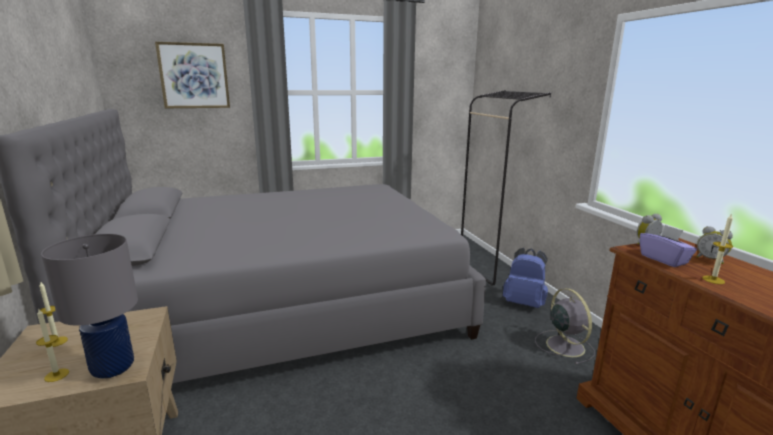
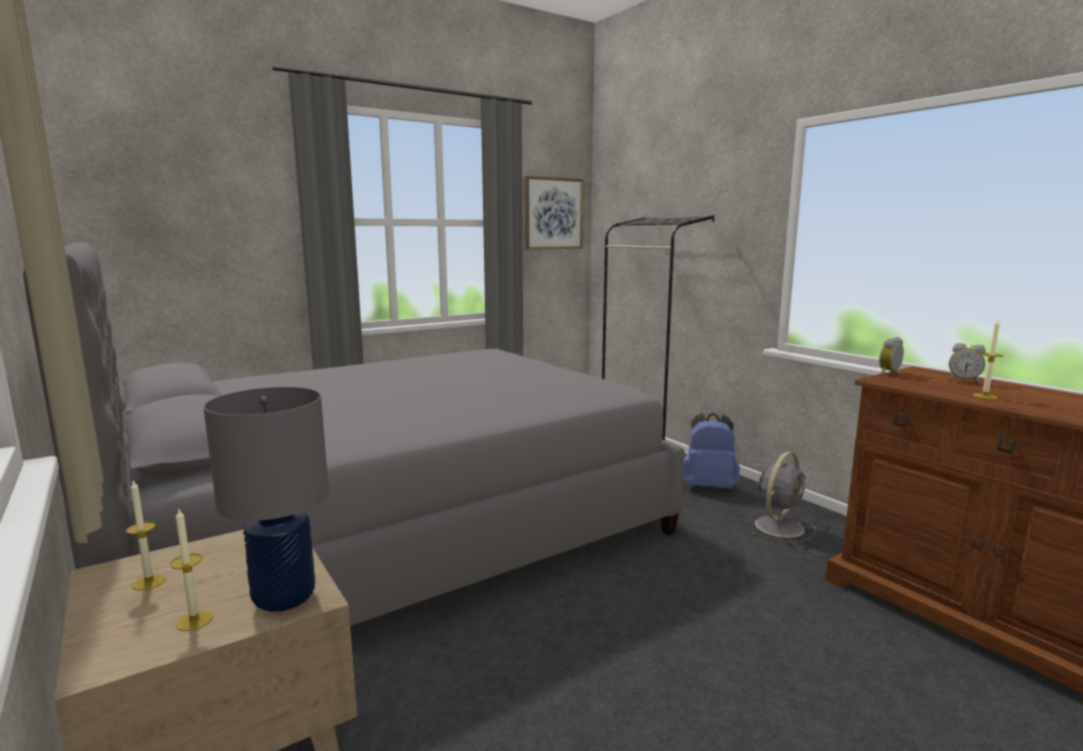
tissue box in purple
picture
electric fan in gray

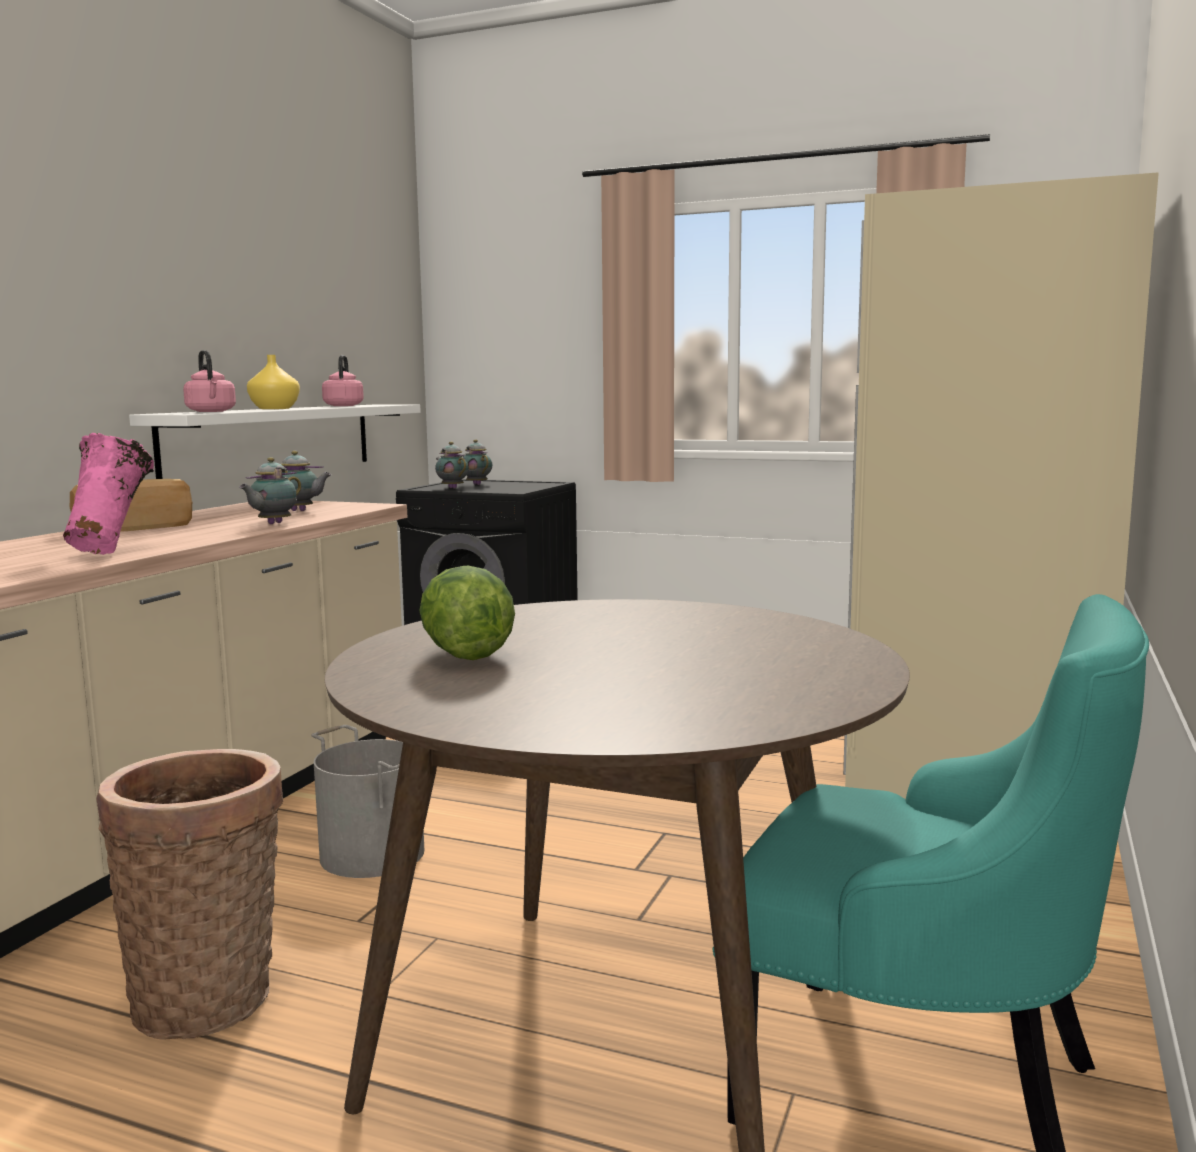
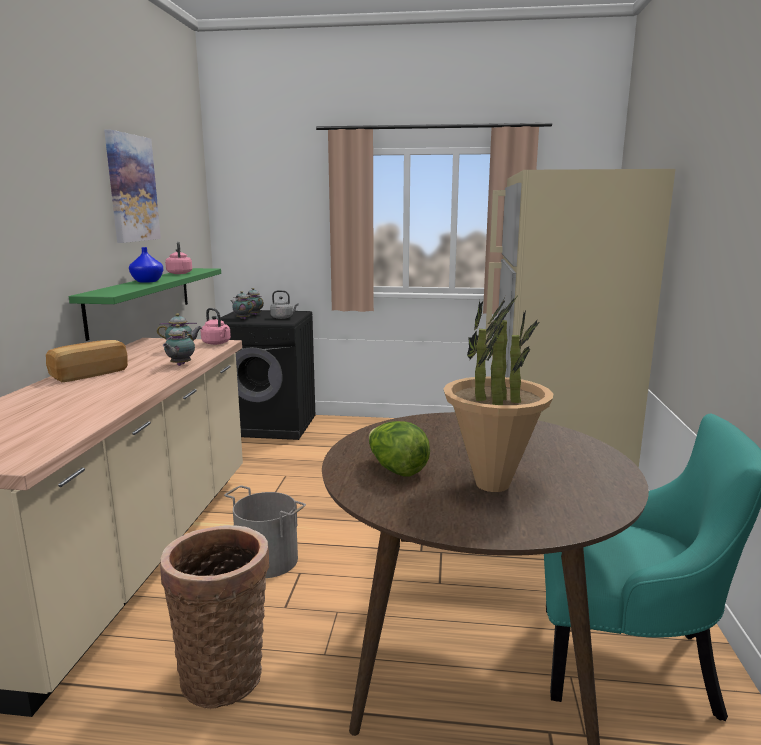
flower vase in pinkish
picture
water kettle in gray
houseplant
water kettle in pinkish (2nd from left)
shelf in green
flower vase in blue

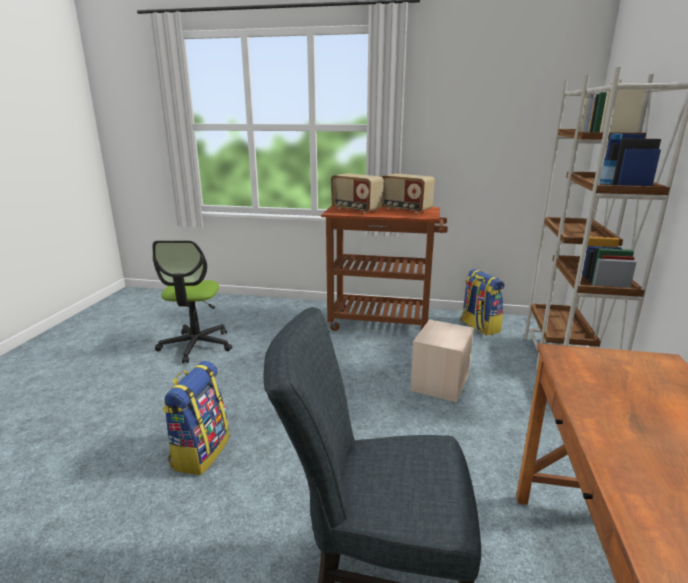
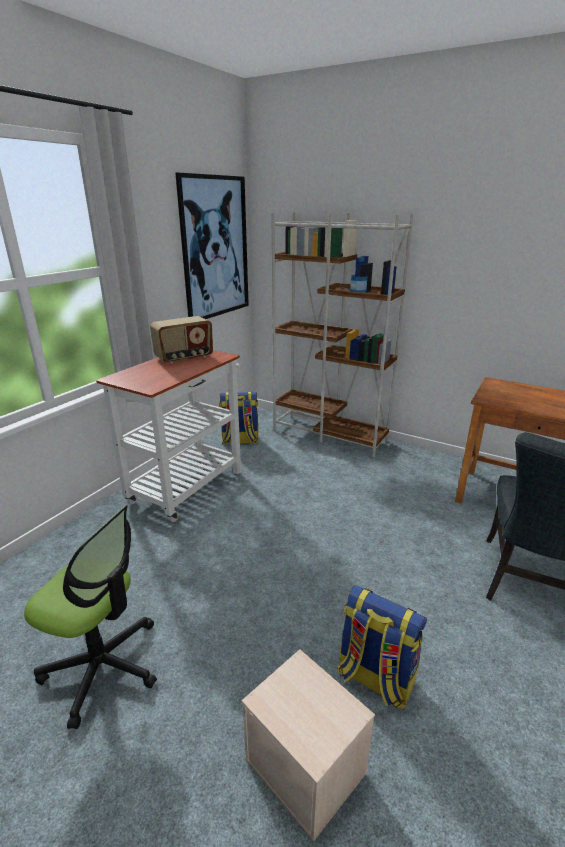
radio receiver (1st from left in the first image)
picture
storage bin in beige
trolley in white-coloured

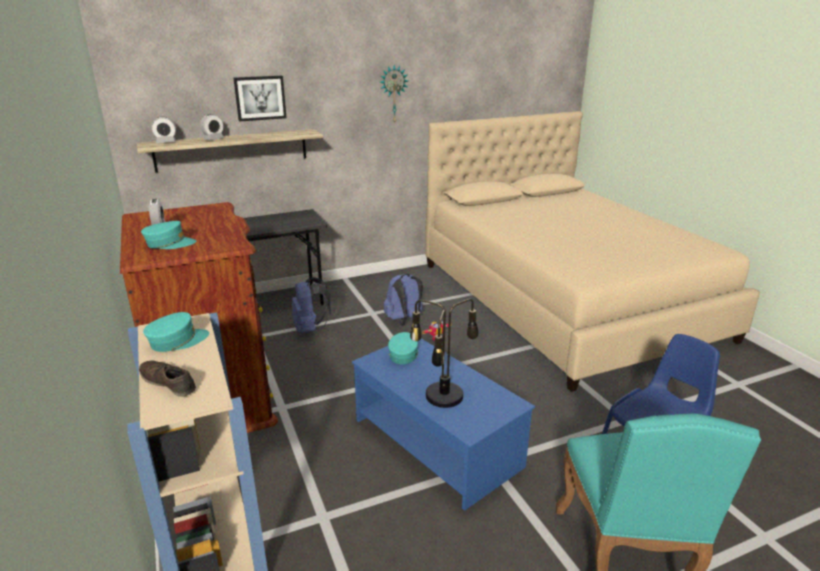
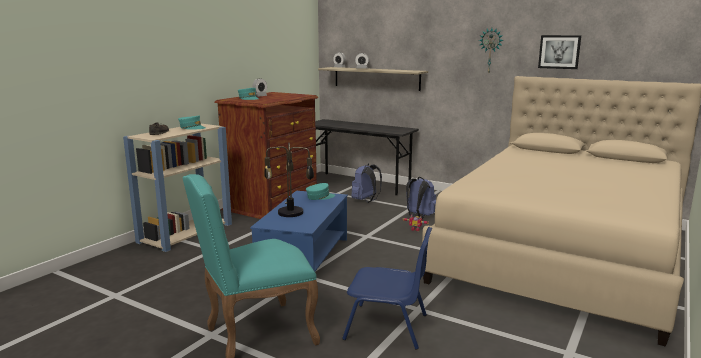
picture

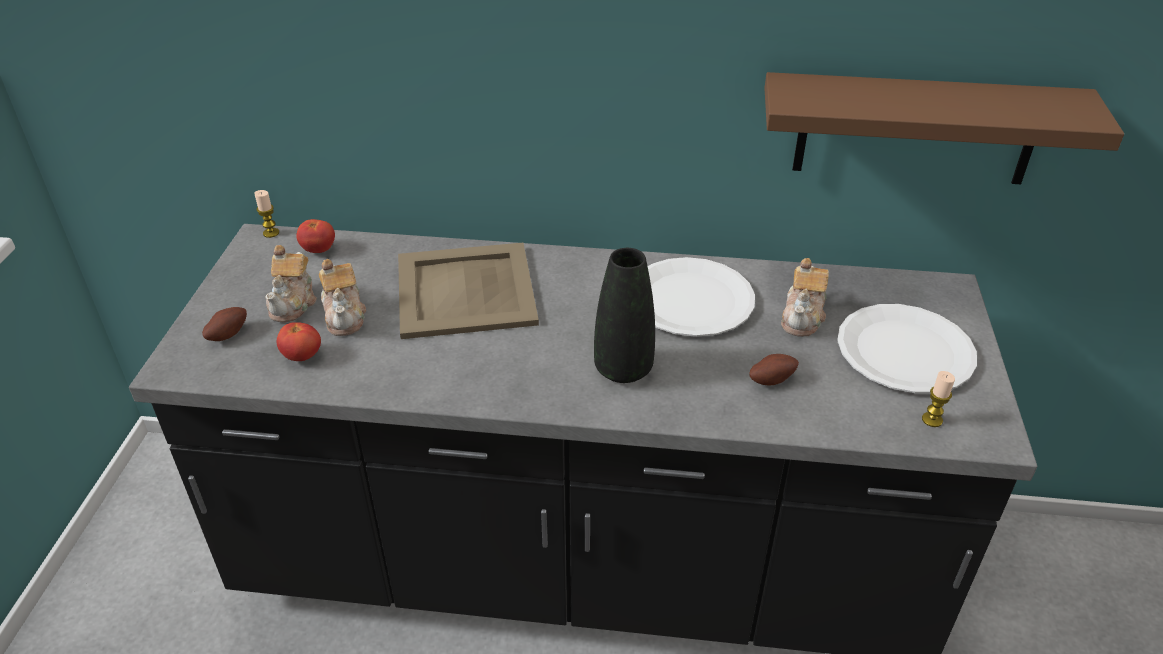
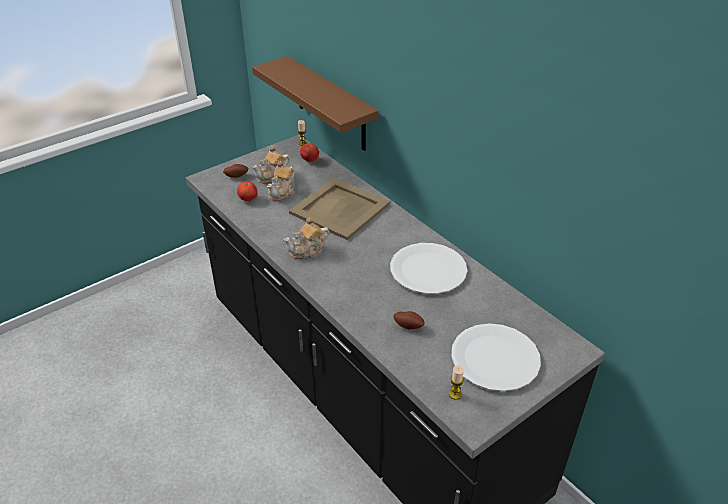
flower vase in black
shelf in brownish
teapot (3rd from left)

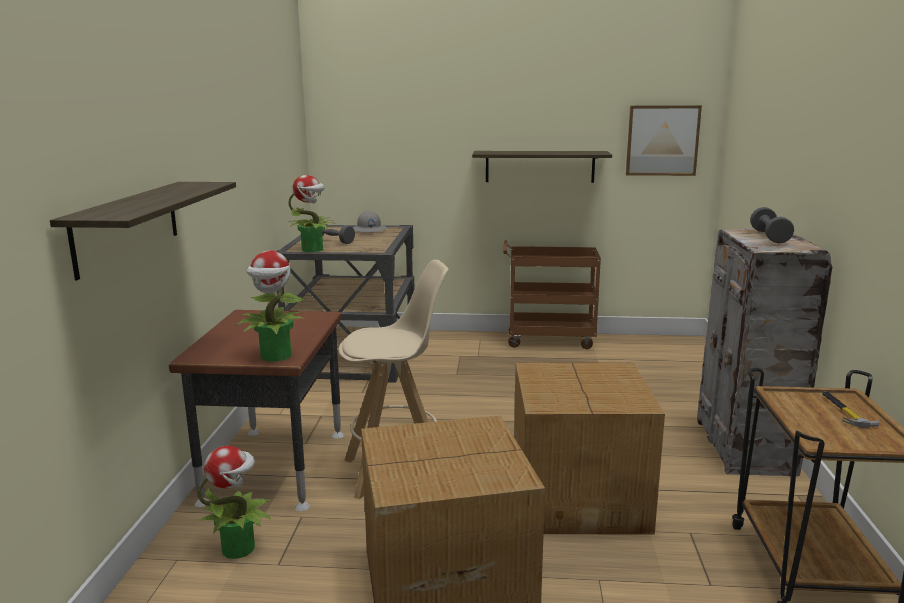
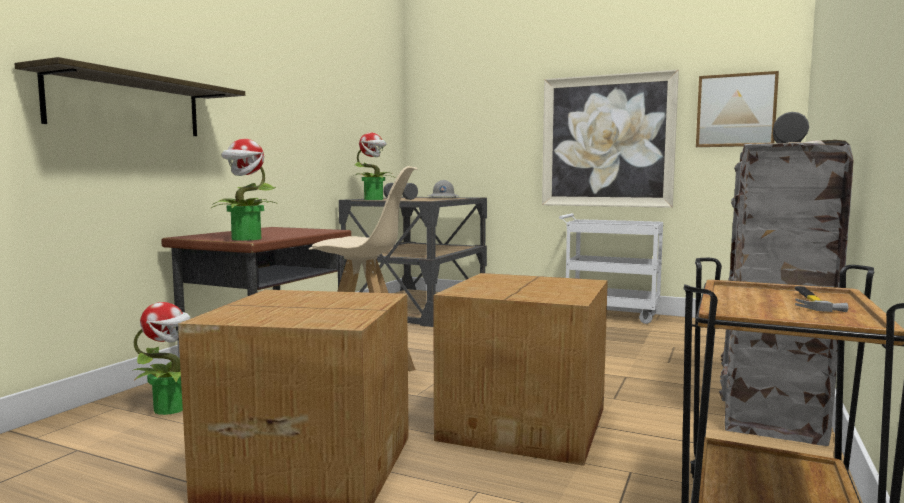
picture (1st from left)
trolley in white-coloured

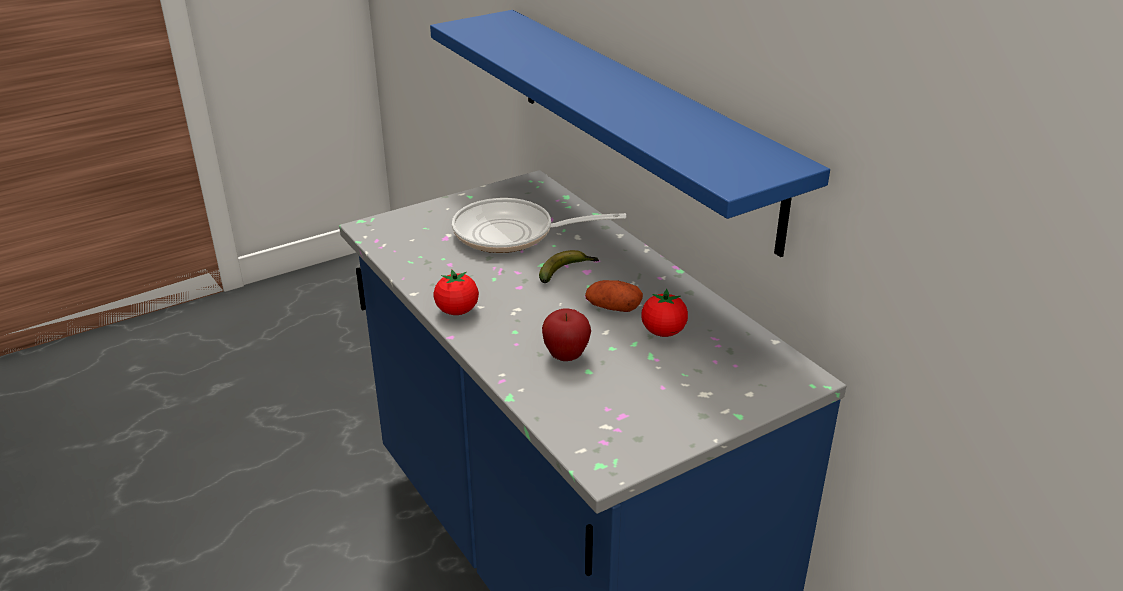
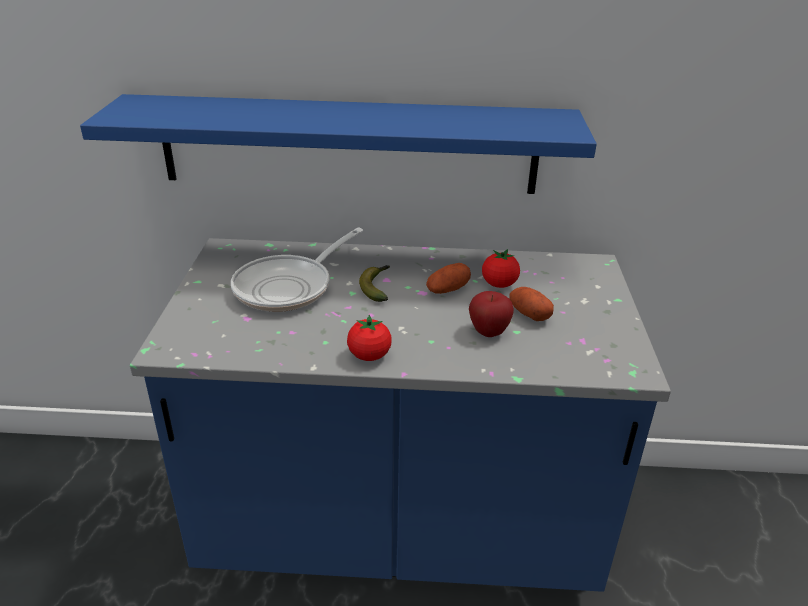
spud (2nd from left)

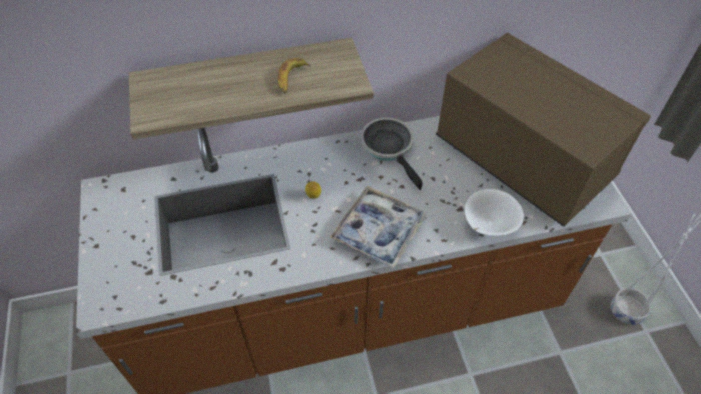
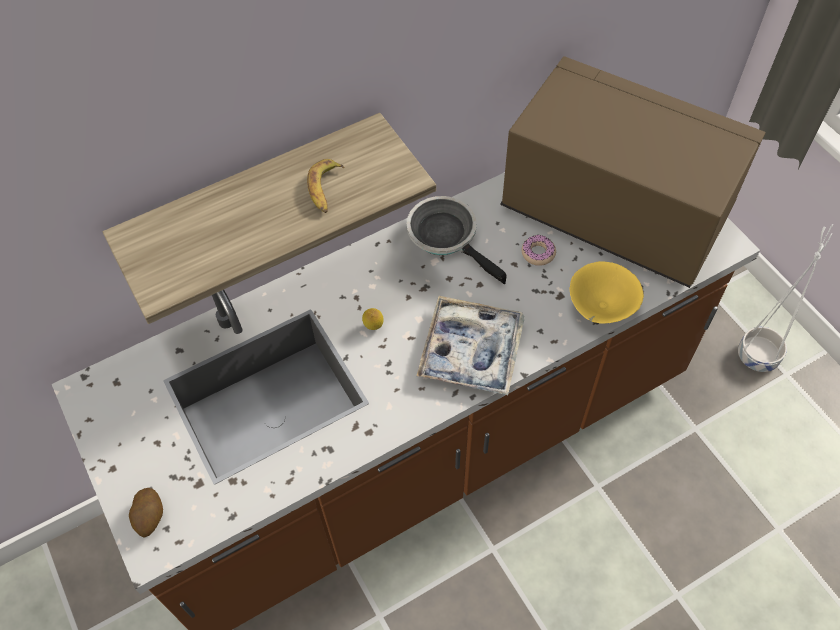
spud
doughnut
bowl in yellow-coloured

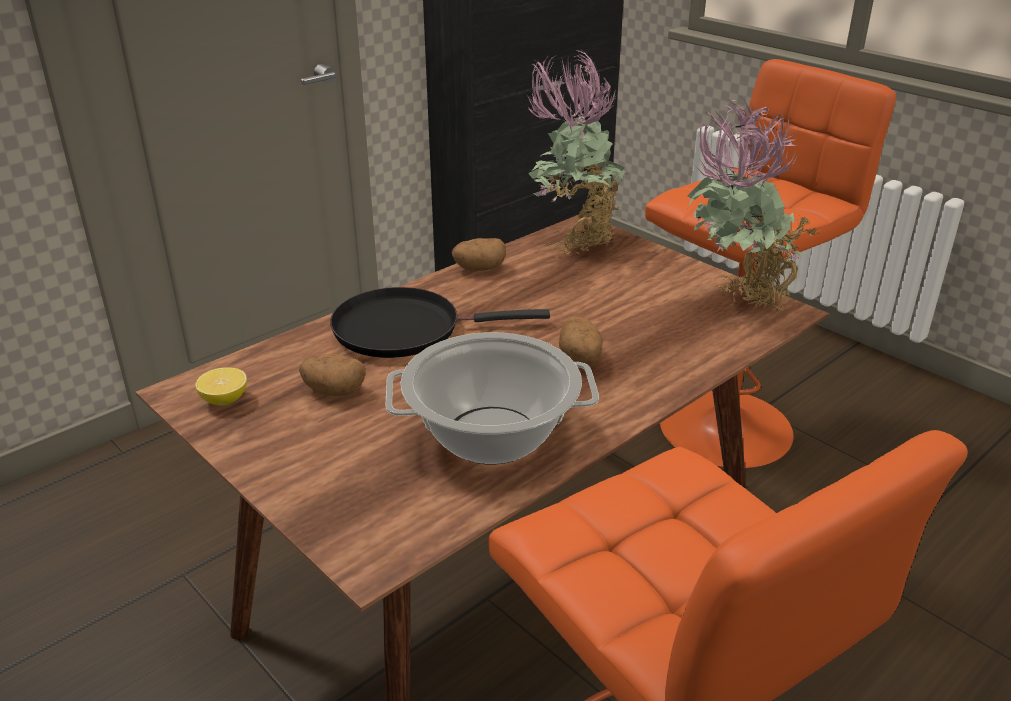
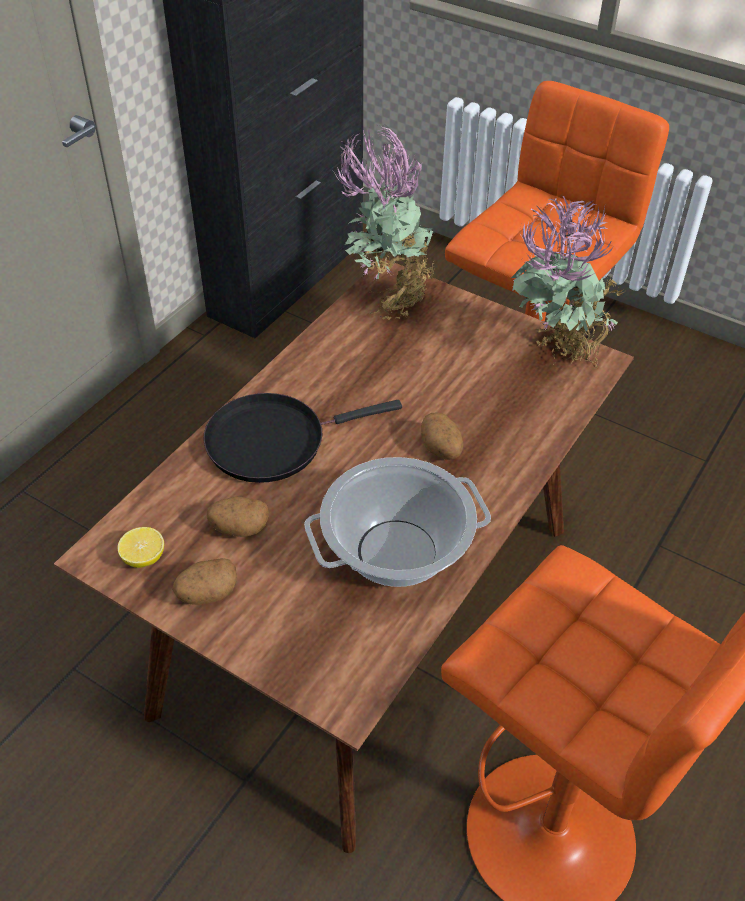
spud (1st from left)

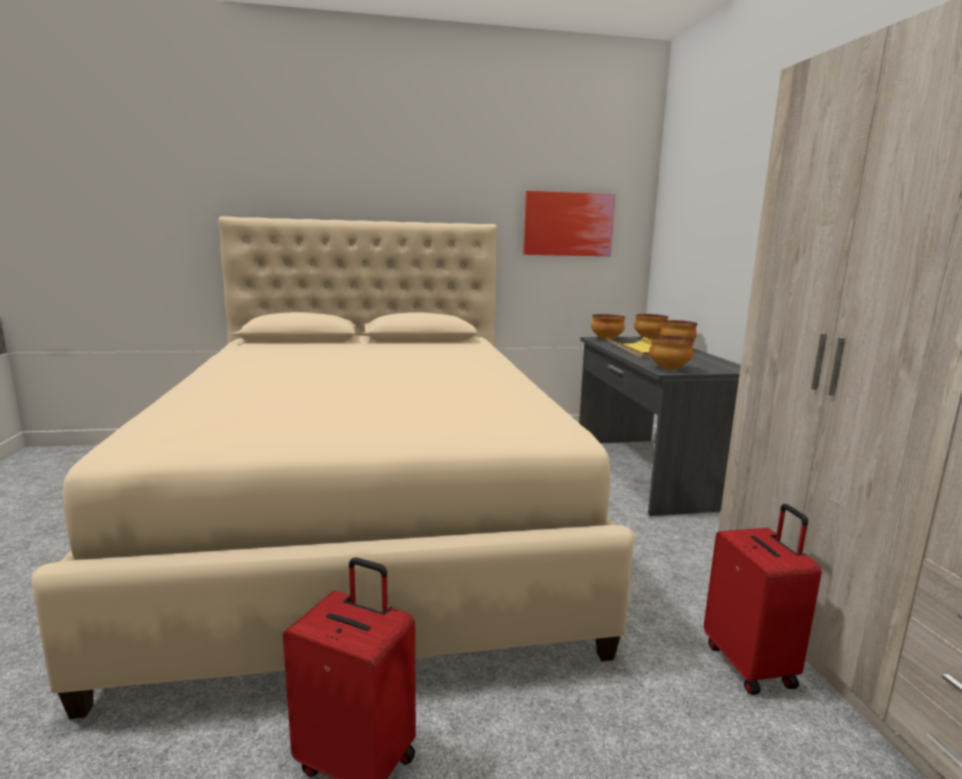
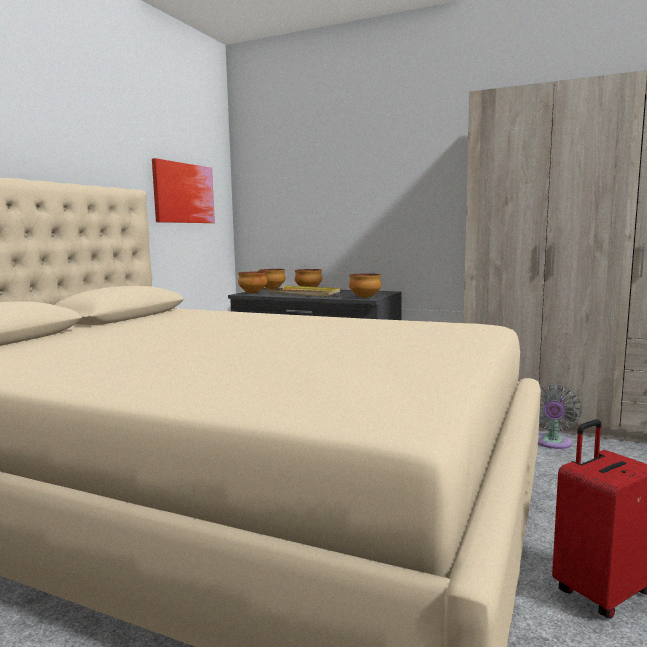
electric fan in gray

